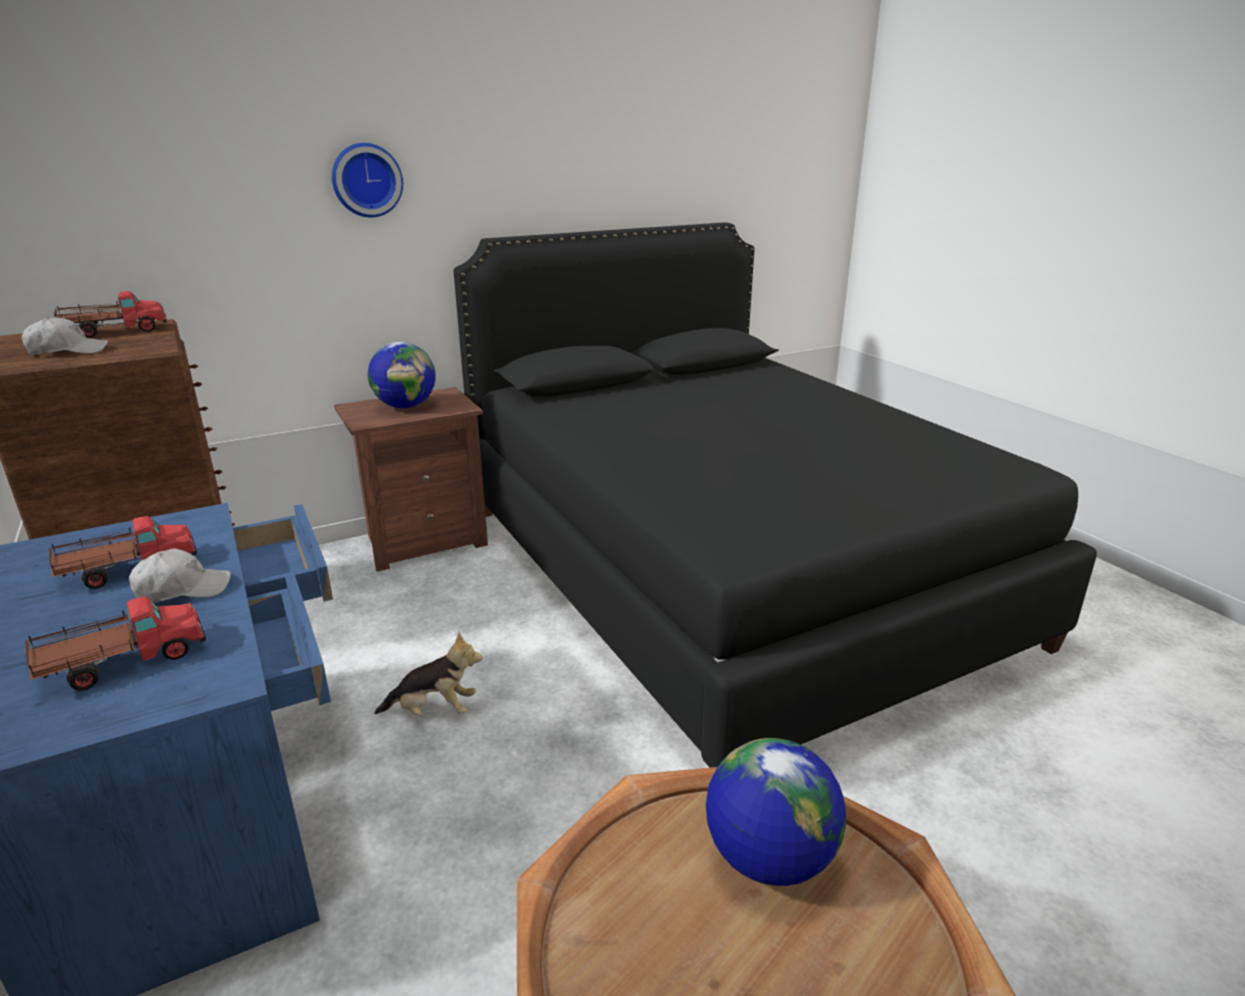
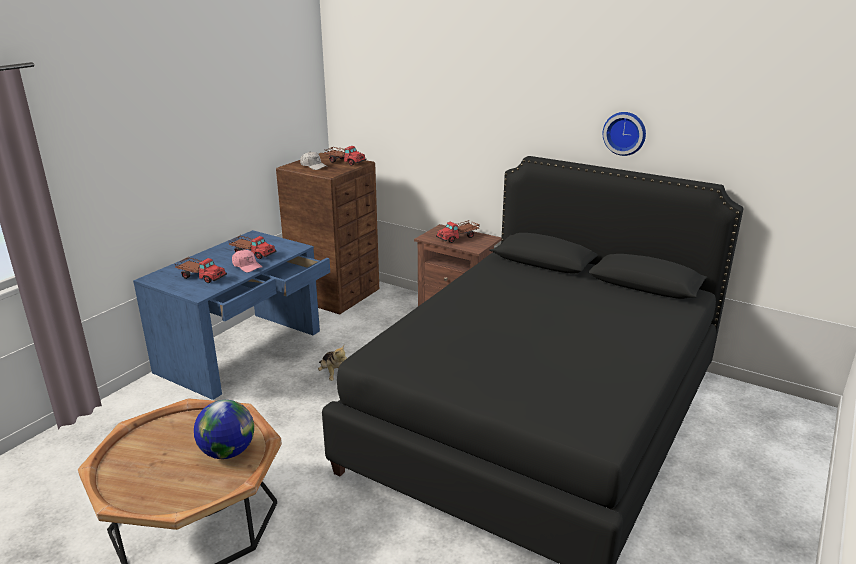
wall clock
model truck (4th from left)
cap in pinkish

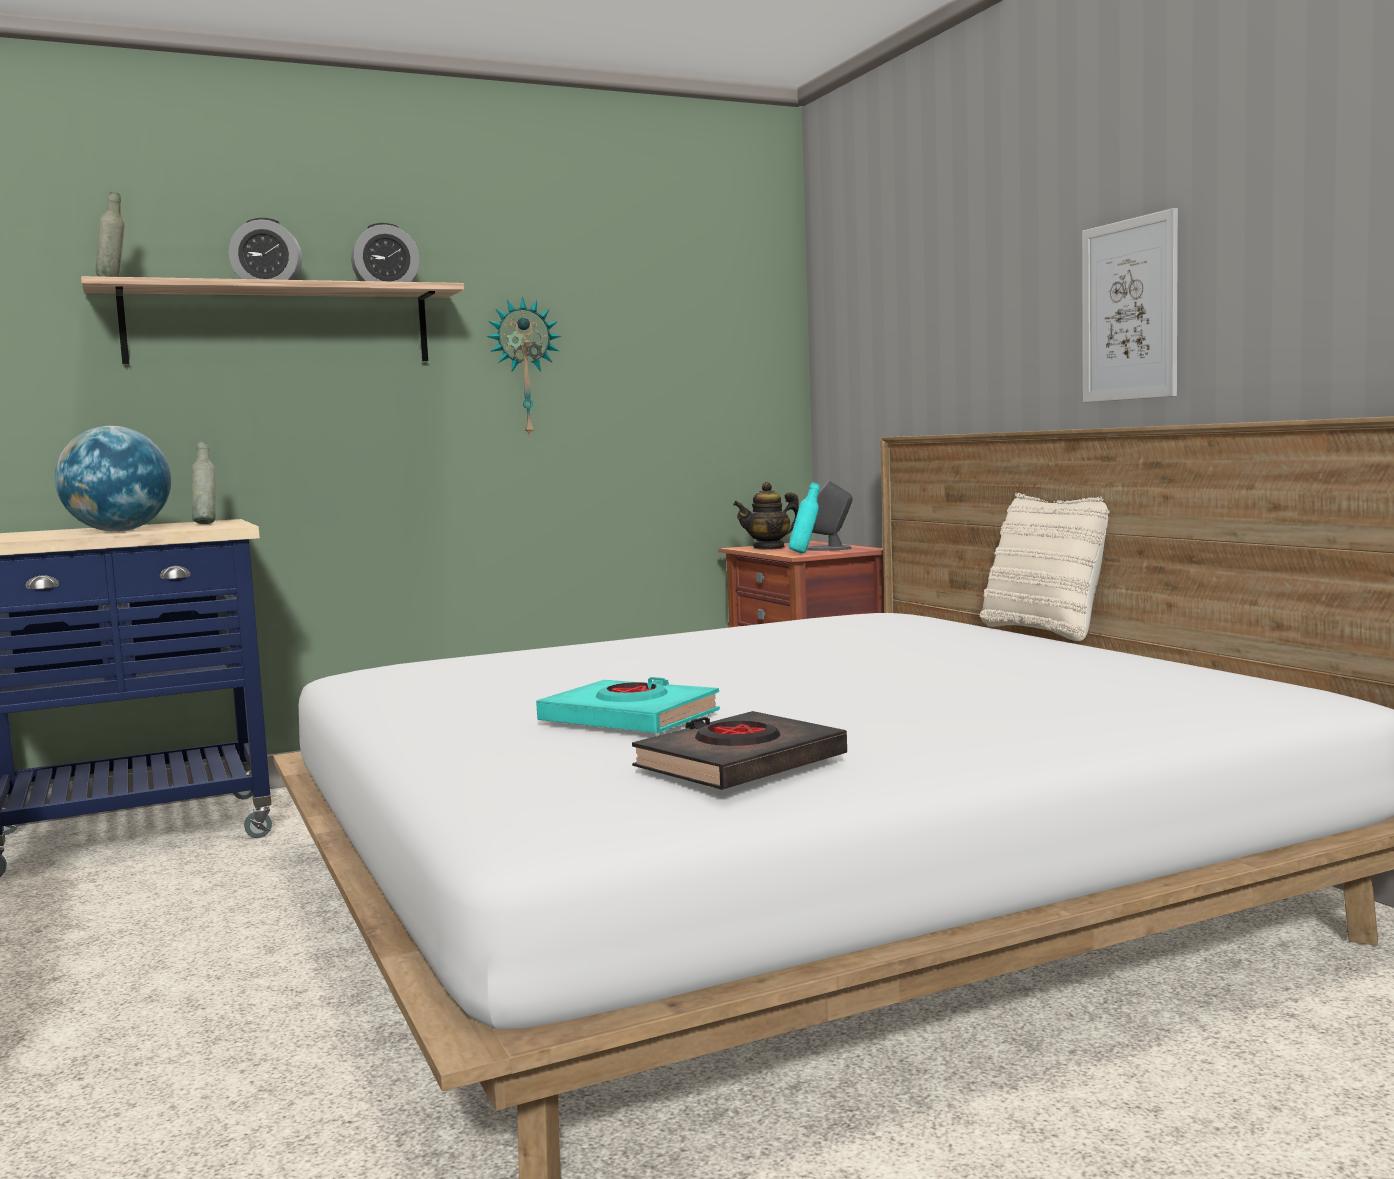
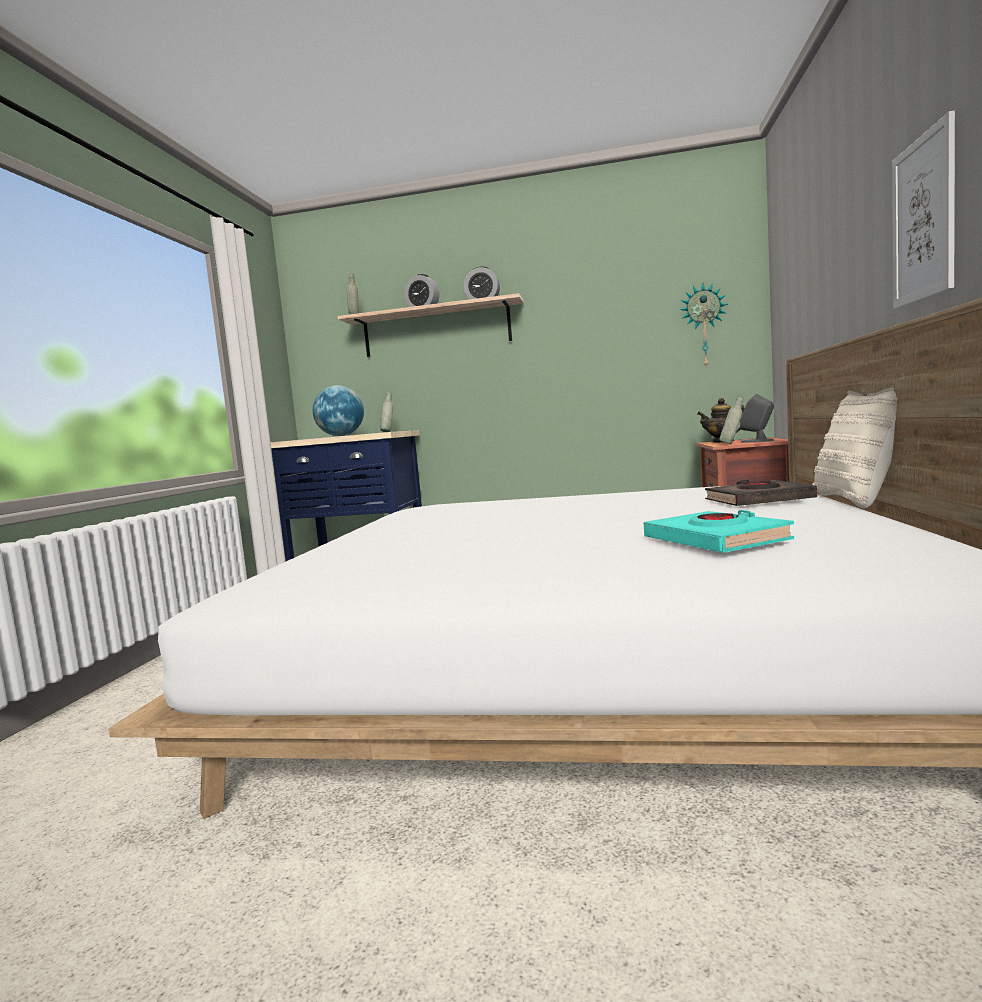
wall clock
volume in turquoise-coloured
volume in black
drink bottle in gray (3rd from left)

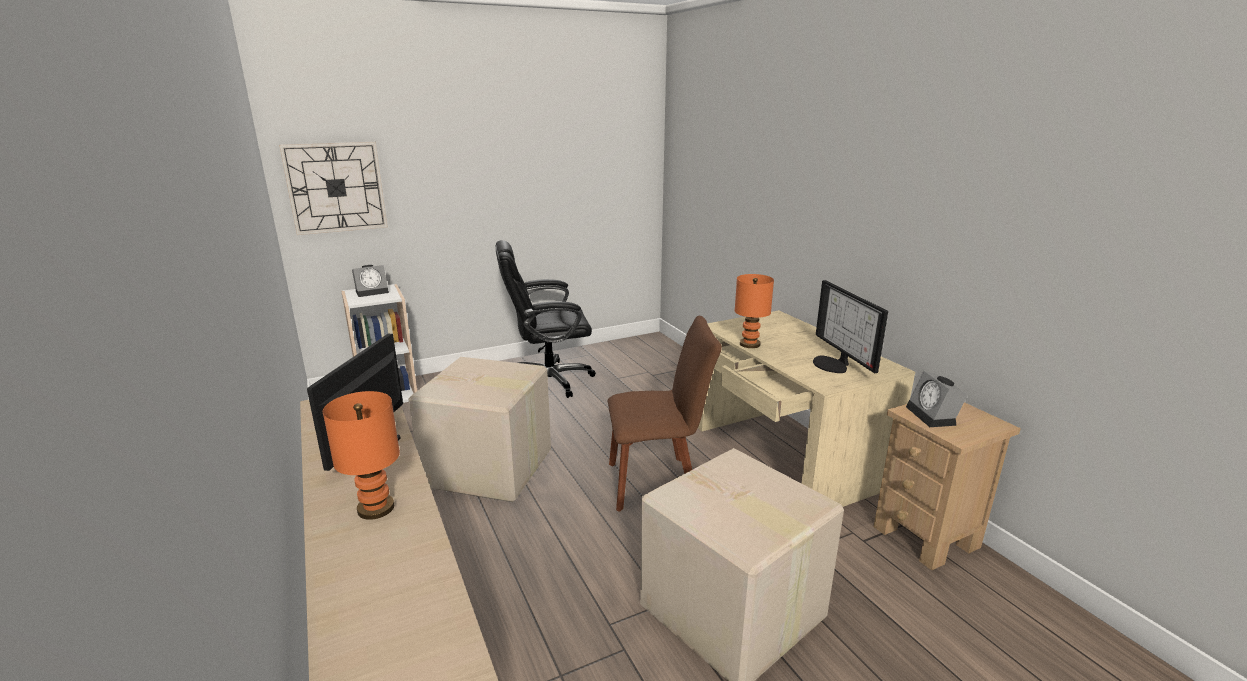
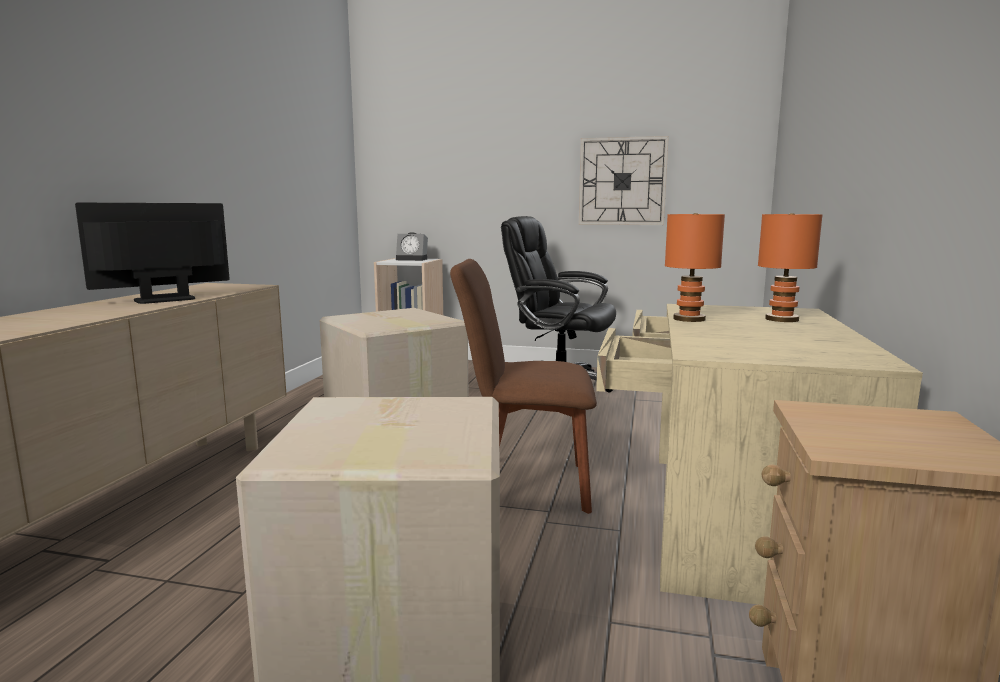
monitor (2nd from left in the first image)
alarm clock (2nd from left in the first image)
wall clock
tabletop lamp in orange (2nd from left)
upright chair in brownish

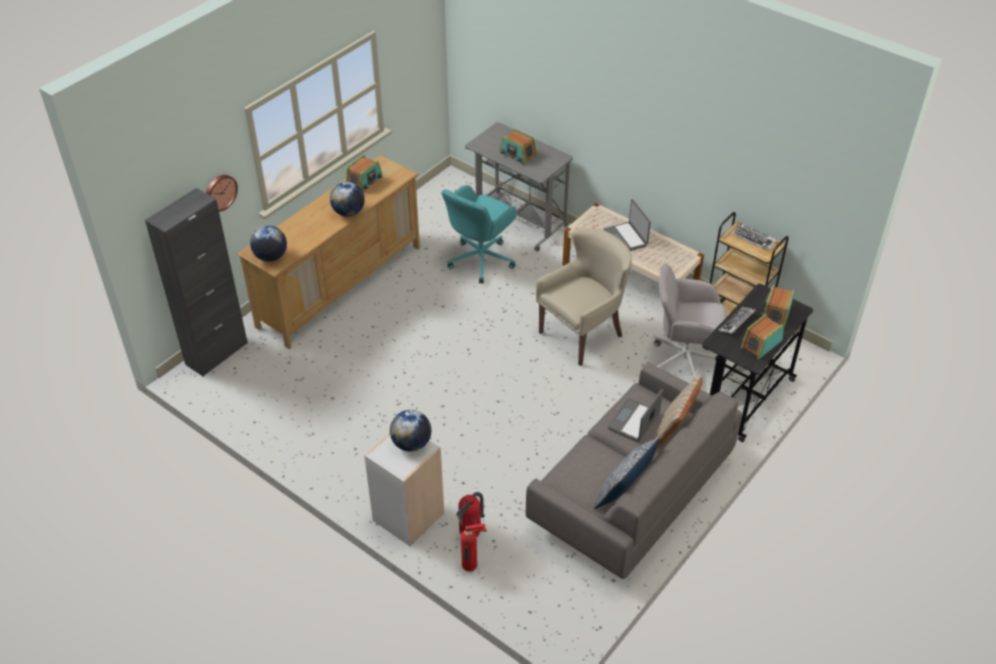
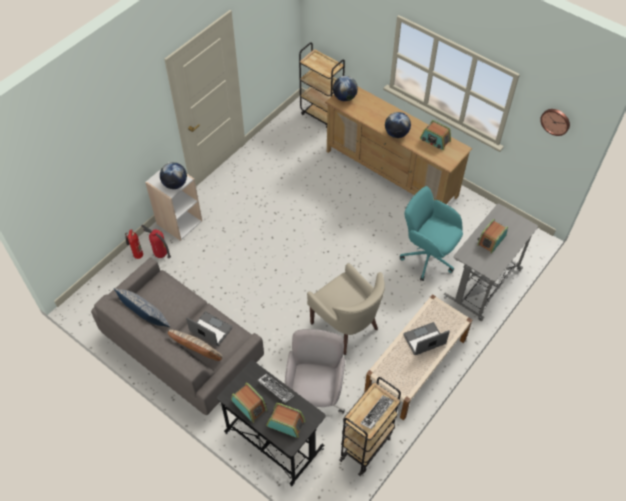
wall clock
trolley in brownish (1st from left)

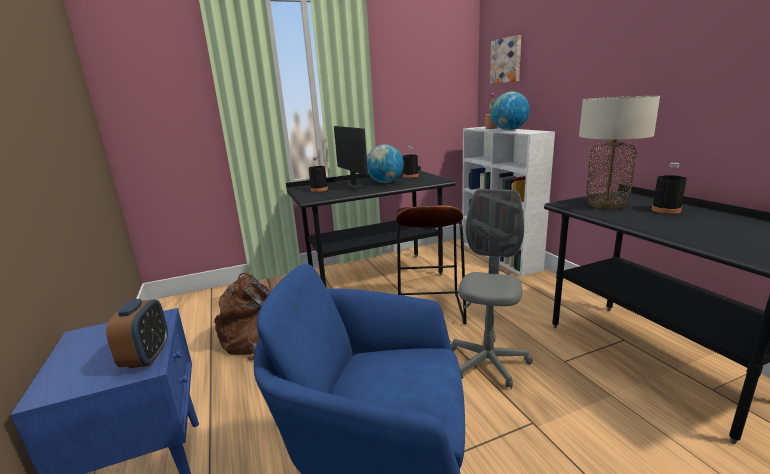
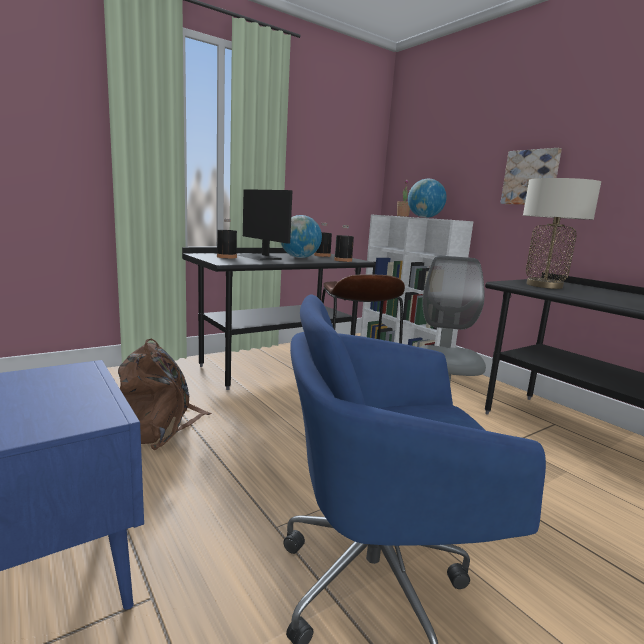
alarm clock
picture
drink bottle in black (3rd from left)

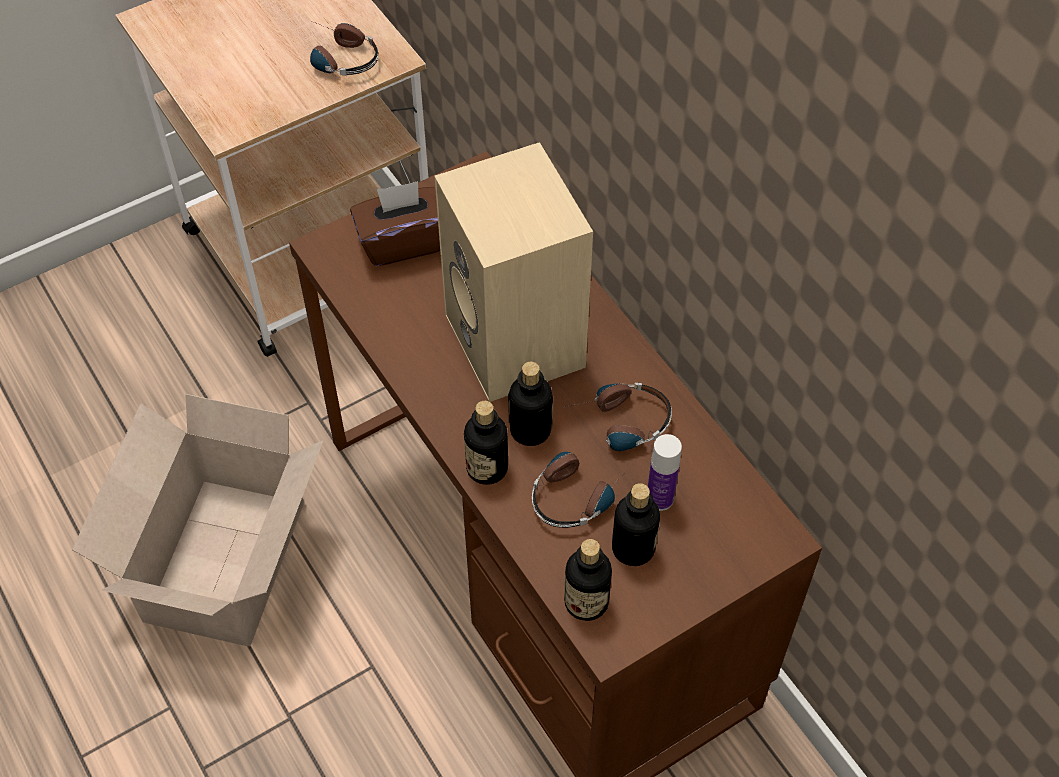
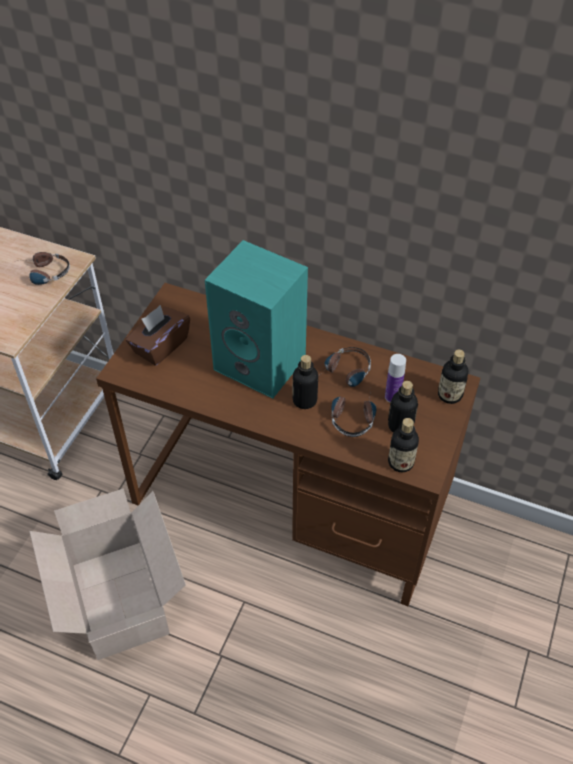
drink bottle (5th from left)
audio speaker in turquoise-coloured

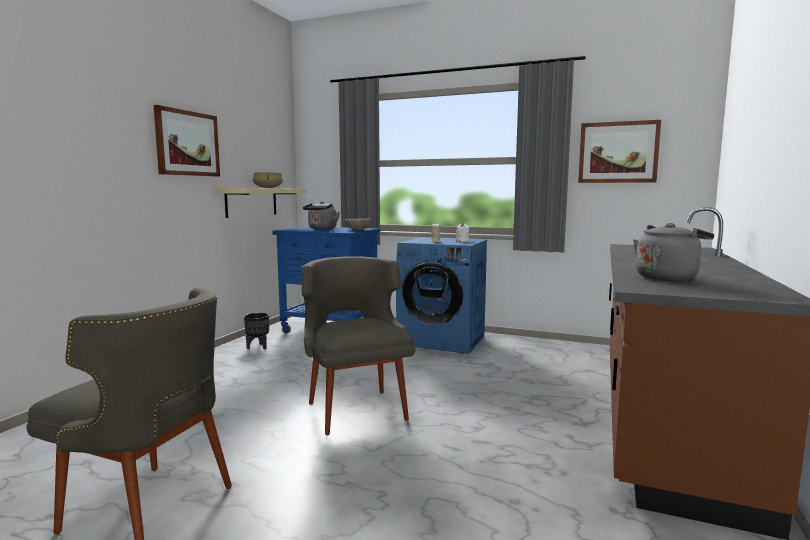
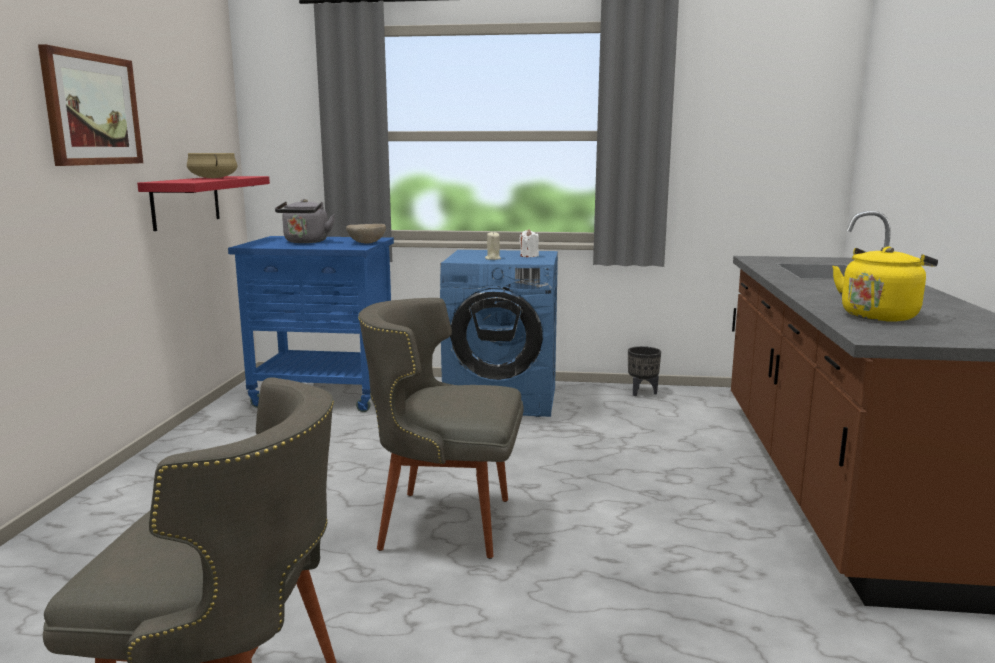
picture (2nd from left in the first image)
plant pot in black
shelf in red
water kettle in yellow-coloured
upright chair in gray (2nd from left)

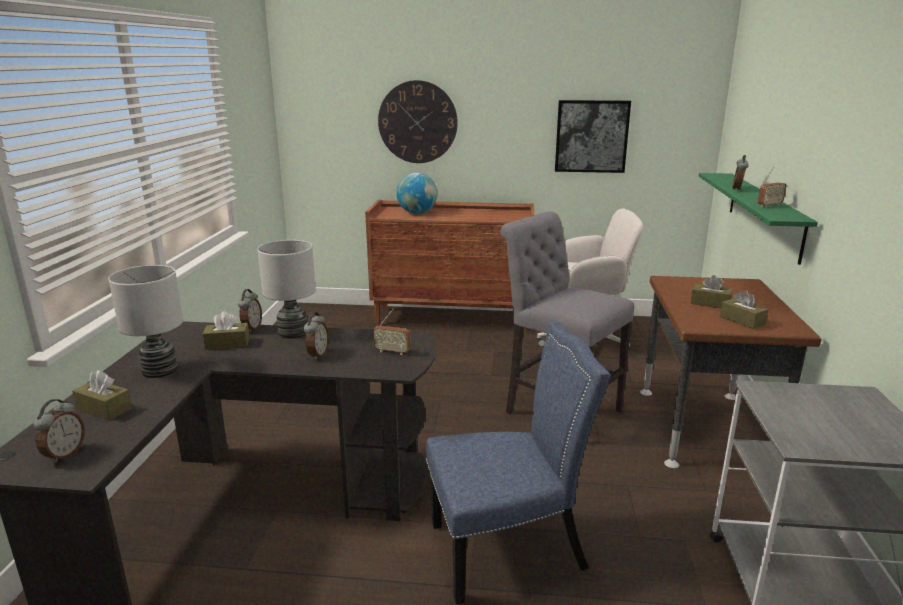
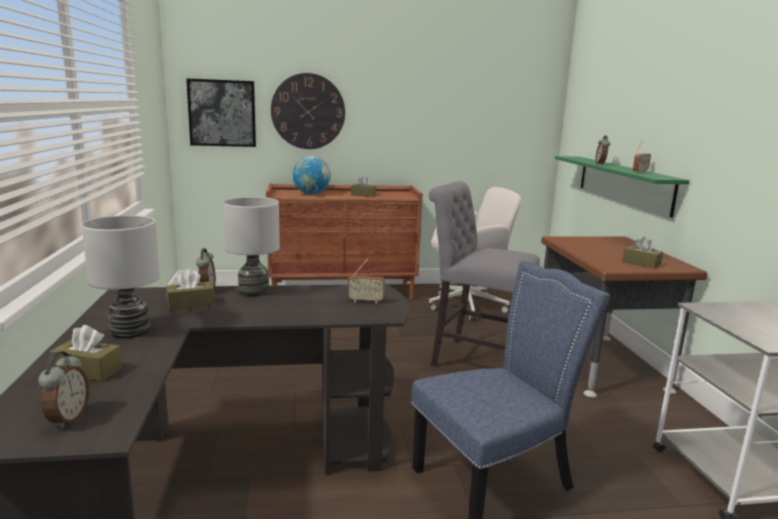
alarm clock (3rd from left in the first image)
picture
tissue box in brownish (3rd from left)

